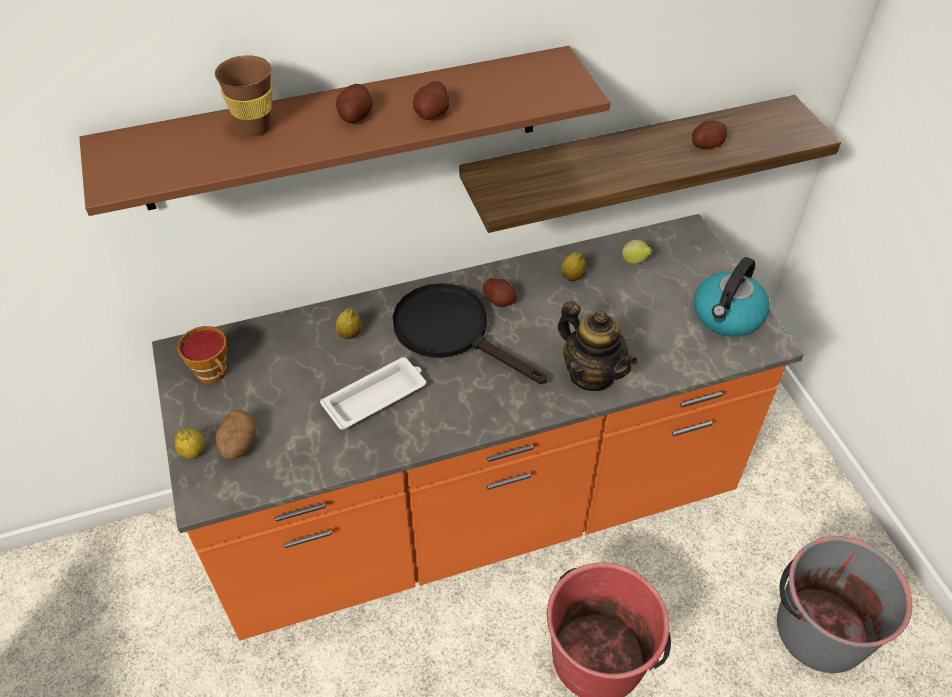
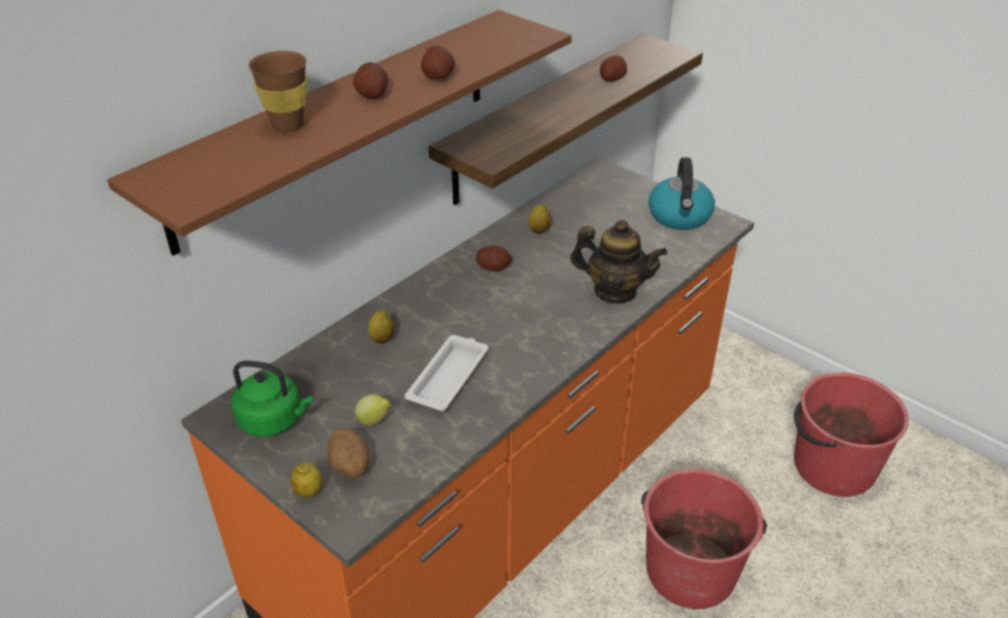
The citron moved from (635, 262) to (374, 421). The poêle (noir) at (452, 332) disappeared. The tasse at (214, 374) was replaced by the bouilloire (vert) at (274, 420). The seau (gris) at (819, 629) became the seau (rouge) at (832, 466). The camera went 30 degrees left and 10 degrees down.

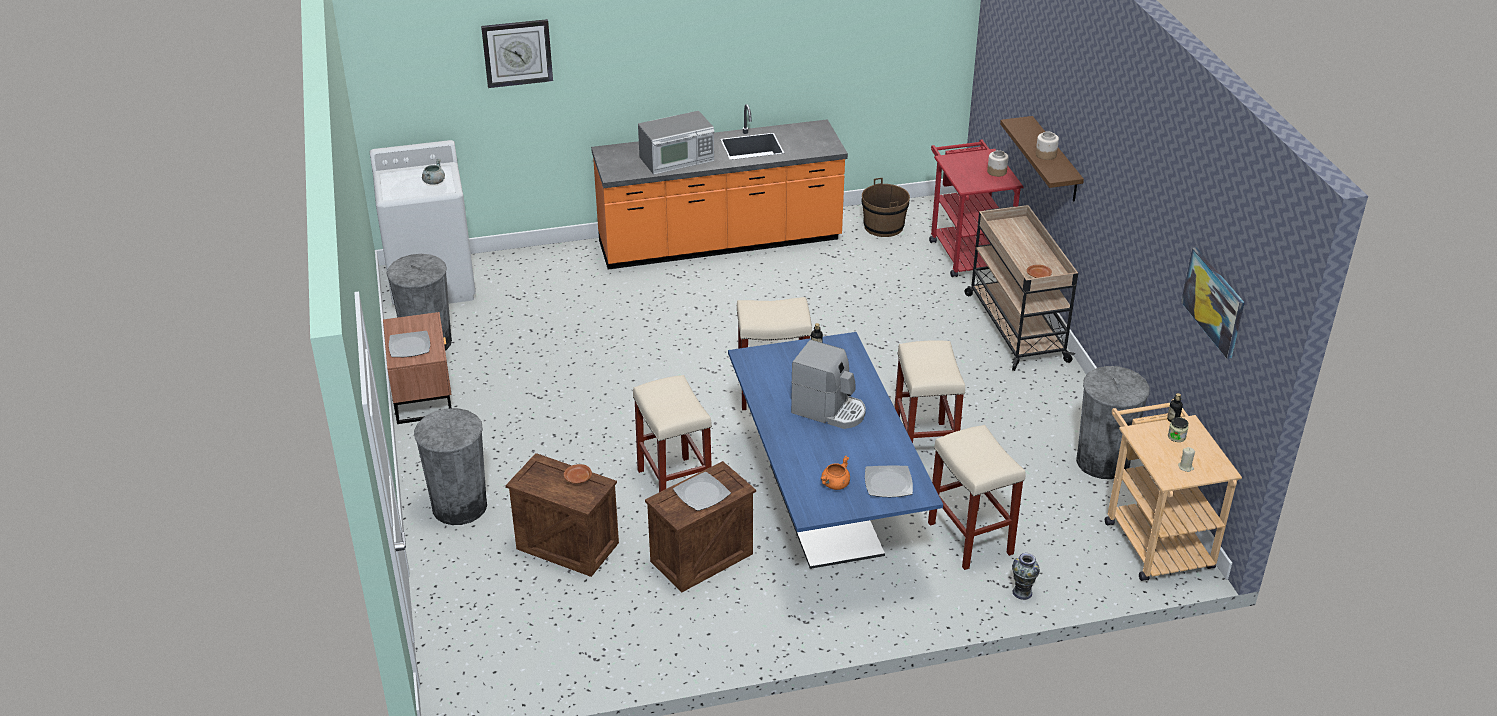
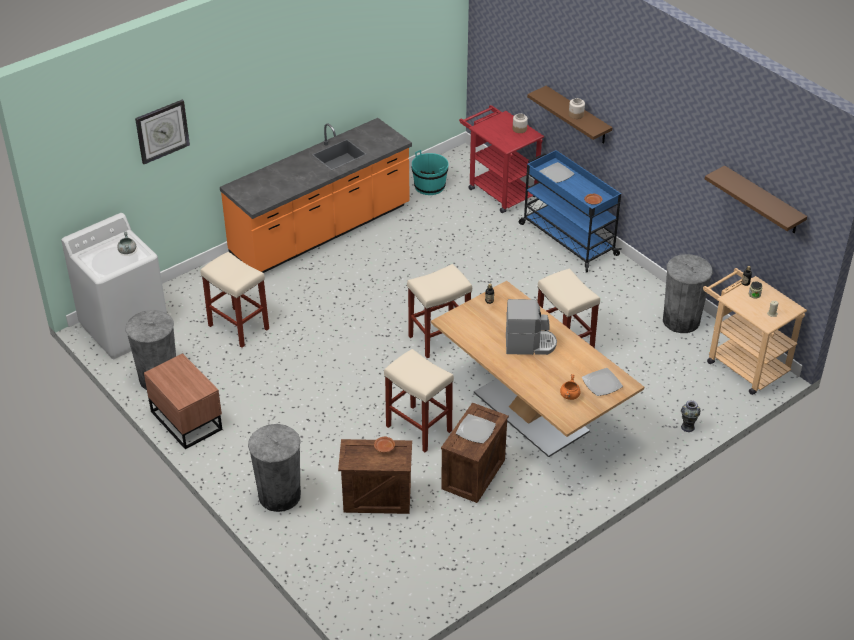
The micro-ondes at (677, 159) disappeared. The seau (marron) at (883, 227) became the seau (turquoise) at (429, 186). The chariot (beige) at (1015, 326) became the chariot (bleu) at (567, 239). The tableau at (1214, 302) was replaced by the étagère (marron) at (763, 201). The assiette moved from (409, 346) to (556, 174). The table à manger (bleu) at (825, 510) became the table à manger (beige) at (530, 412). The tabouret (beige) moved from (971, 539) to (239, 327). The camera went 25 degrees left and 5 degrees up.

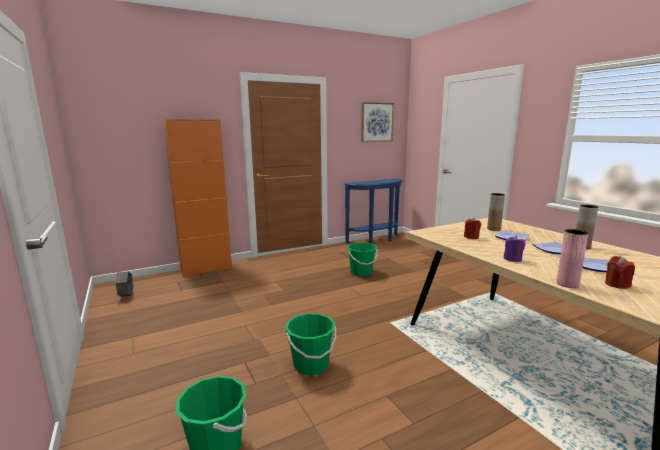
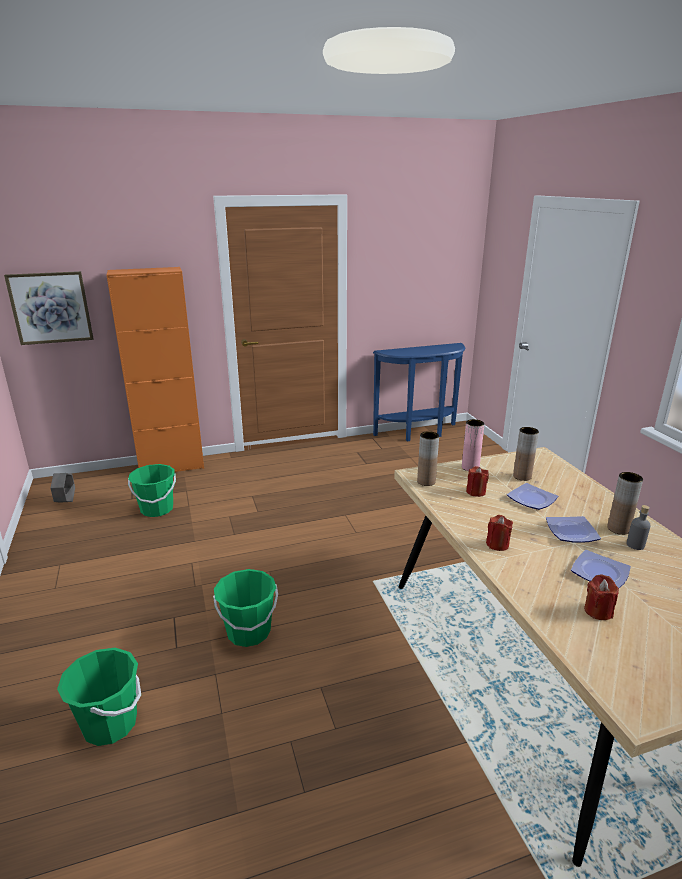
The tableau moved from (377, 122) to (51, 308). The vase (rose) moved from (567, 284) to (470, 467). The bougie (violet) at (512, 259) became the bougie (rouge) at (497, 544). The seau (vert) moved from (361, 272) to (157, 509). The vase (marron) at (426, 481) appeared. The bouteille (gris) at (635, 545) appeared. The camera went 10 degrees right and 10 degrees up.

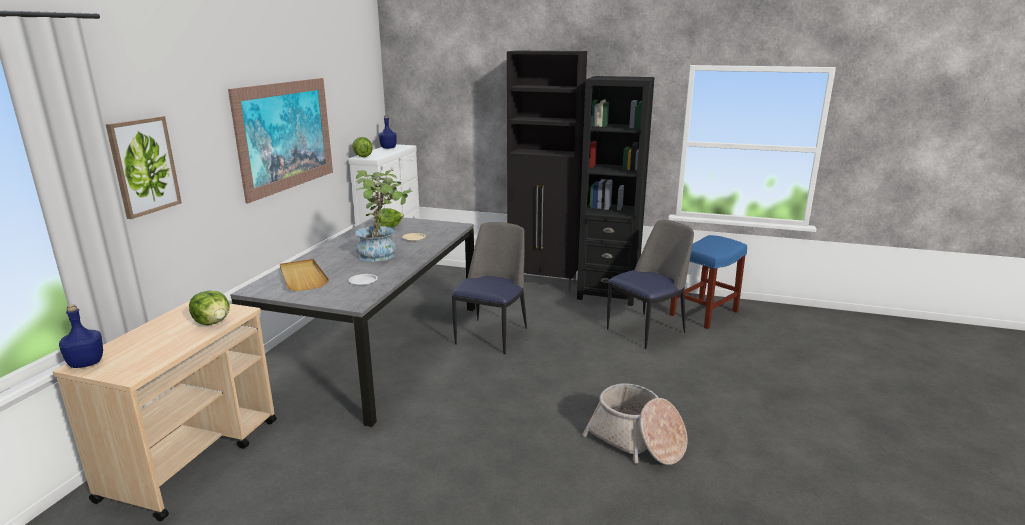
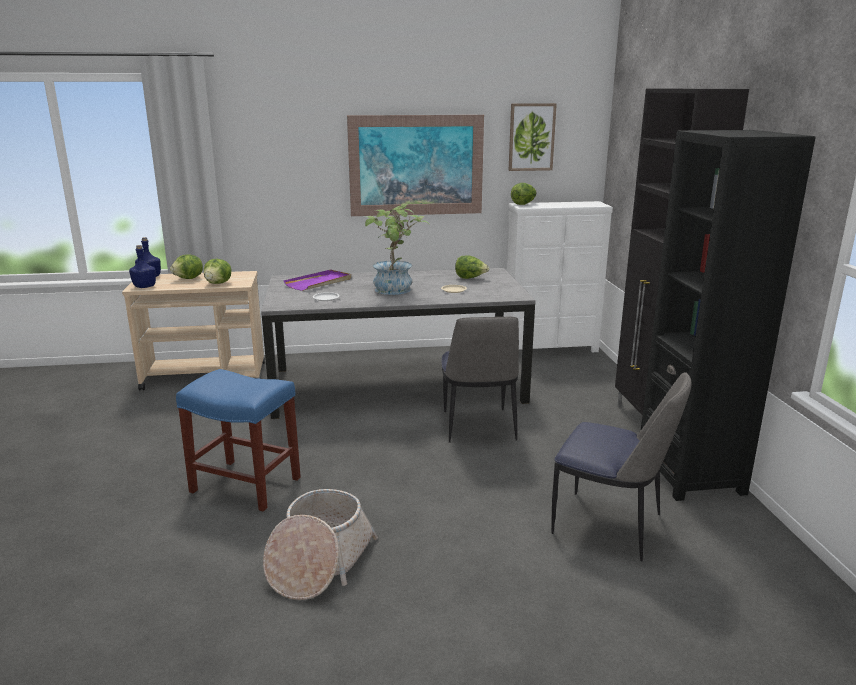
The bouteille (bleu) moved from (388, 148) to (145, 286). The tableau moved from (144, 166) to (531, 137). The chaise at (492, 335) turned 90 degrees clockwise. The tabouret (bleu) moved from (704, 313) to (247, 485). The plateau (beige) at (302, 277) became the plateau (violet) at (319, 282). The laitue at (189, 279) appeared. The camera went 65 degrees right and 0 degrees up.

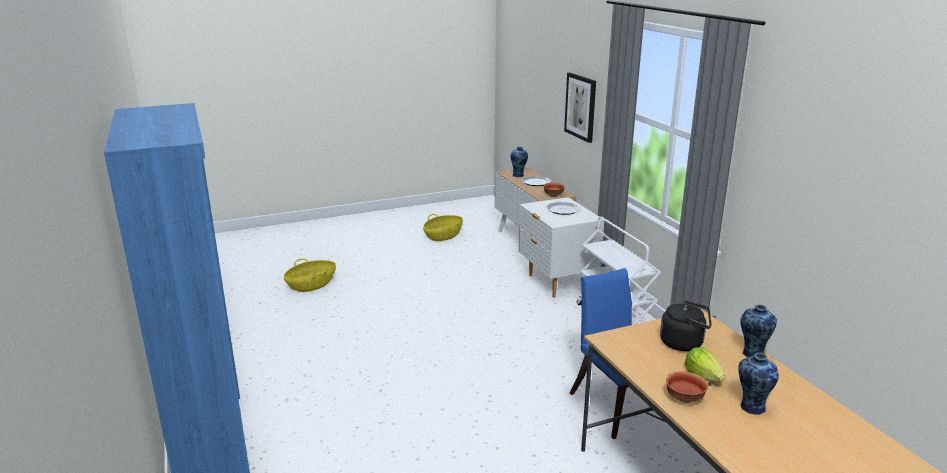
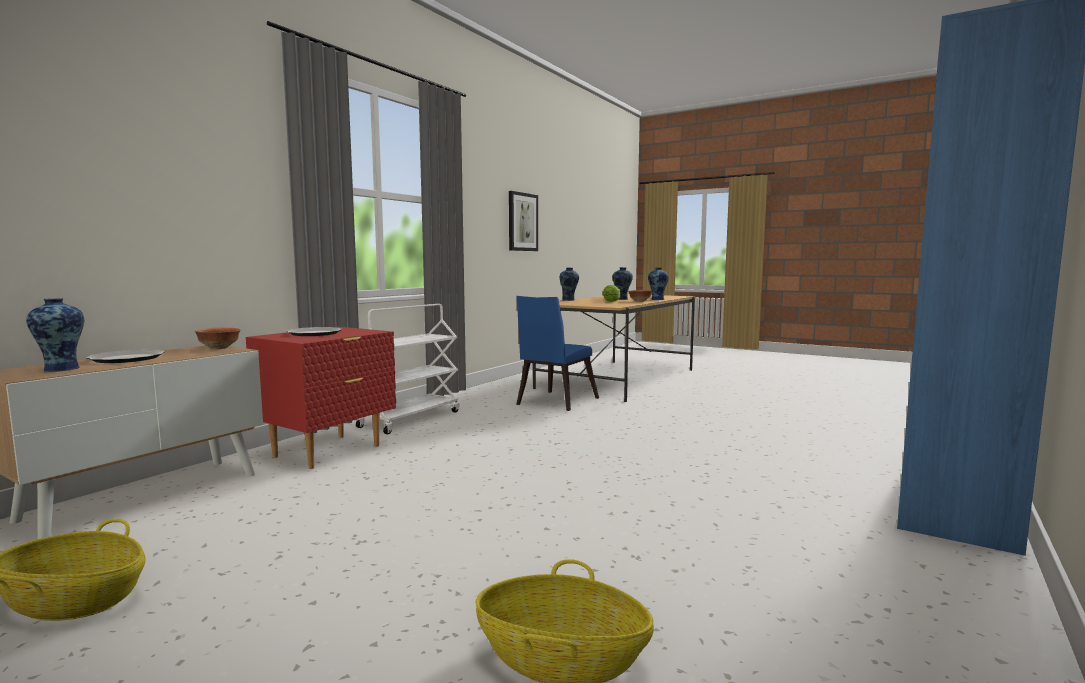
The tableau moved from (581, 107) to (522, 222). The table de chevet (blanc) at (557, 283) became the table de chevet (rouge) at (328, 451). The bouilloire (noir) at (684, 343) disappeared. The vase at (657, 299) appeared. The camera went 125 degrees left and 15 degrees down.

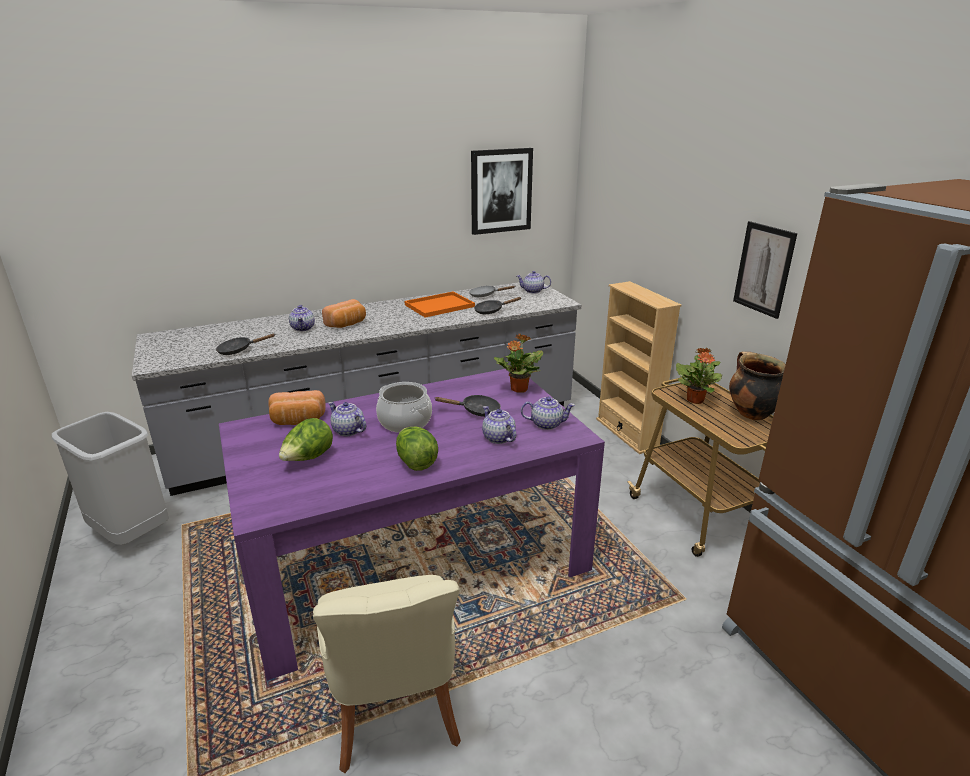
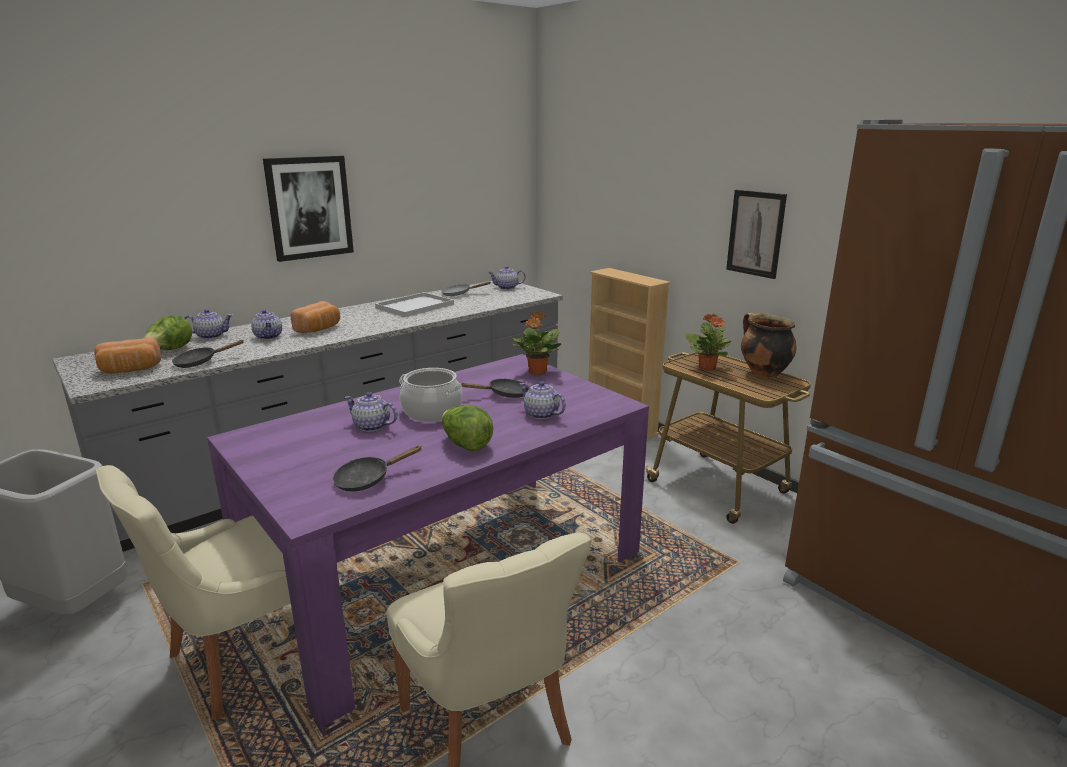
The tableau moved from (501, 191) to (309, 207). The plateau (orange) at (440, 305) became the plateau (blanc) at (415, 305). The poêle (noir) moved from (491, 311) to (367, 479). The pain moved from (298, 421) to (130, 370). The théière moved from (547, 424) to (211, 336). The laitue moved from (308, 459) to (170, 350). The chaise (beige) at (240, 660) appeared. The camera went 15 degrees left and 5 degrees down.

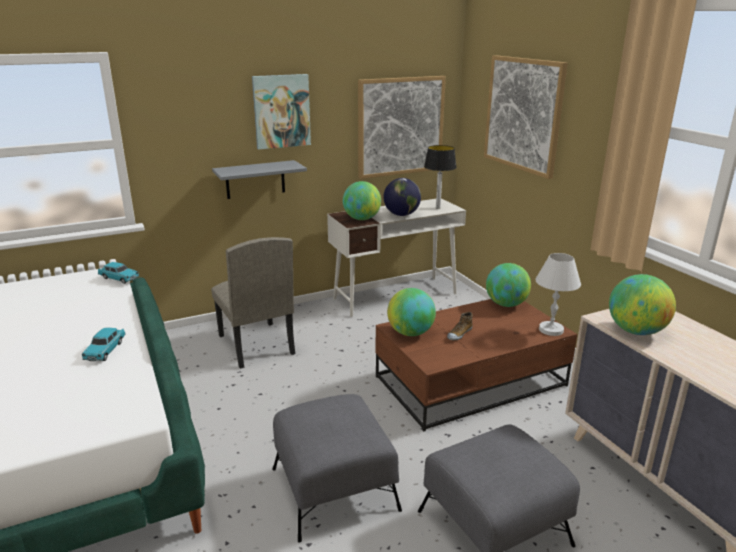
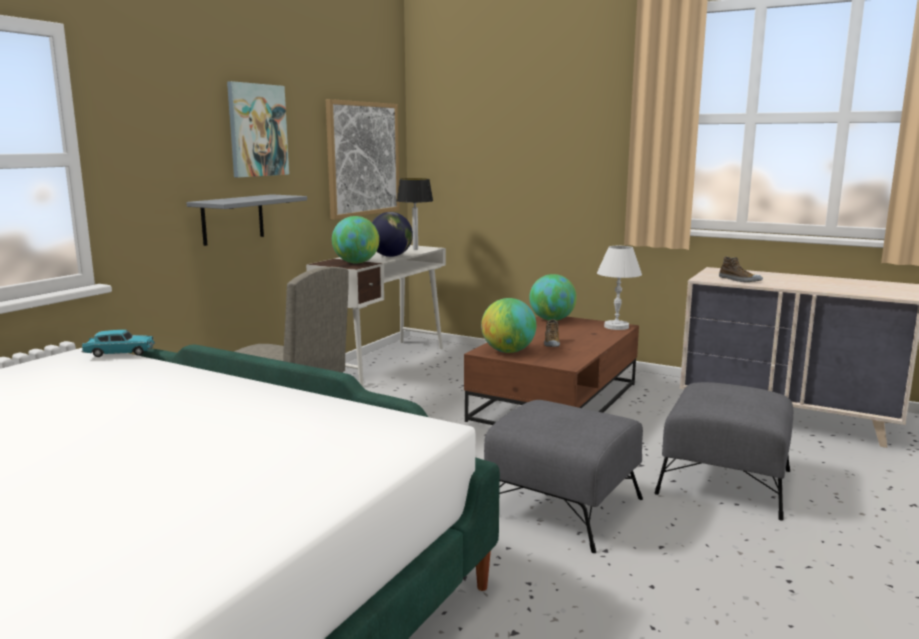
The tableau at (523, 114) disappeared. The globe at (636, 331) was replaced by the chaussure at (739, 280). The petite voiture (turquoise) at (105, 350) disappeared. The camera went 35 degrees left and 10 degrees down.

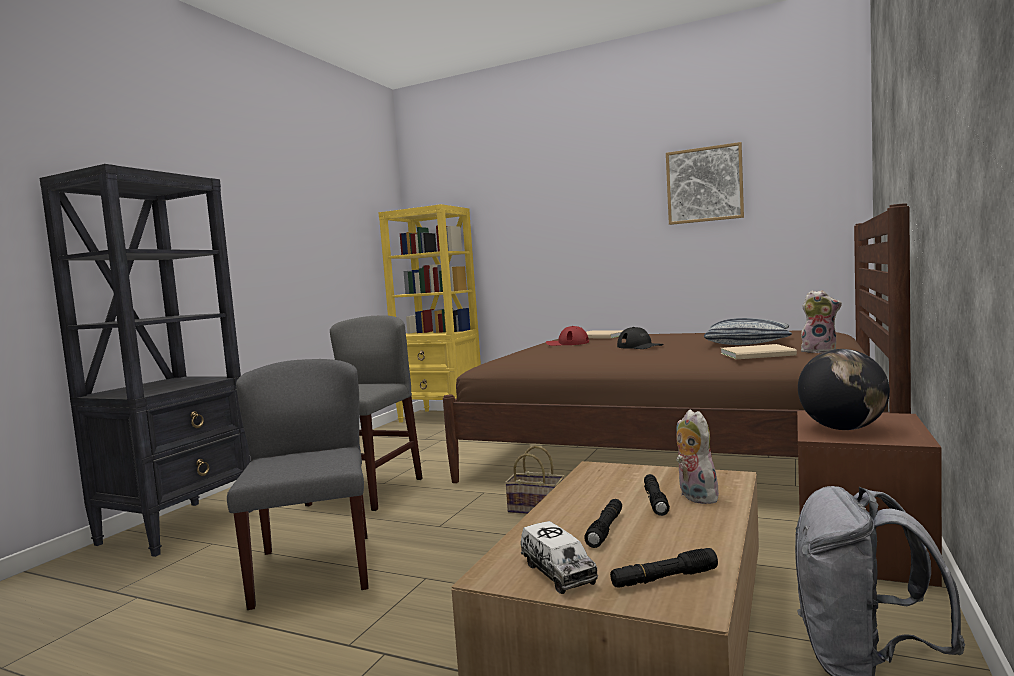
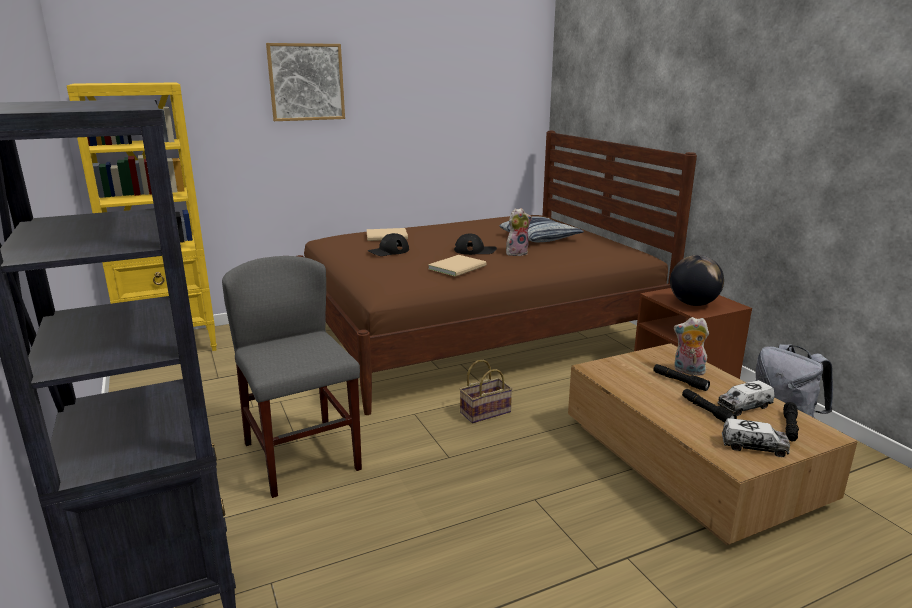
The tableau moved from (704, 184) to (306, 82). The peluche moved from (819, 351) to (517, 253). The casquette (rouge) at (567, 343) became the casquette (noir) at (388, 251). The livre (beige) moved from (759, 354) to (459, 267). The chaise (gris) at (313, 568) disappeared. The camion jouet at (744, 406) appeared. The camera went 50 degrees left and 15 degrees up.

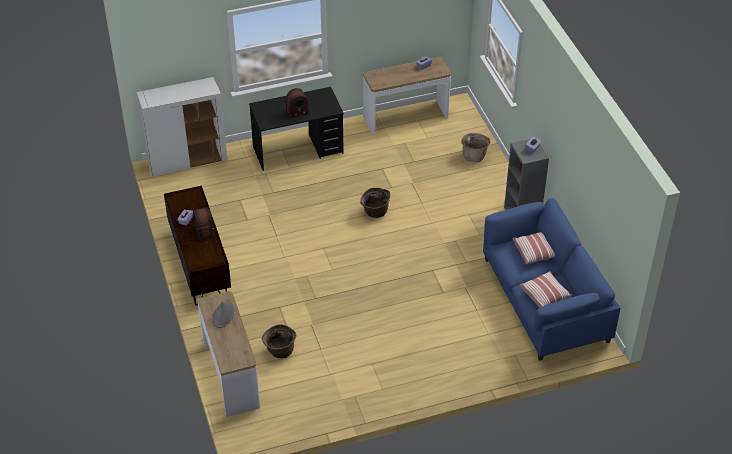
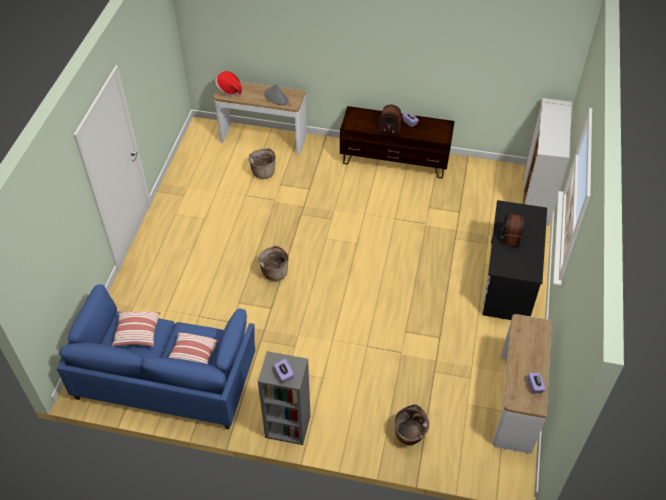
The panier moved from (375, 212) to (274, 272). The chapeau at (229, 90) appeared. The camera went 120 degrees right and 5 degrees up.

